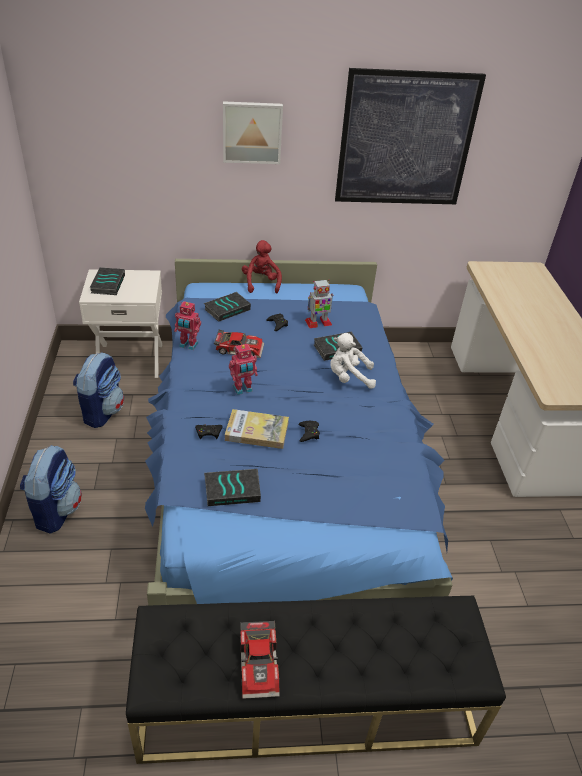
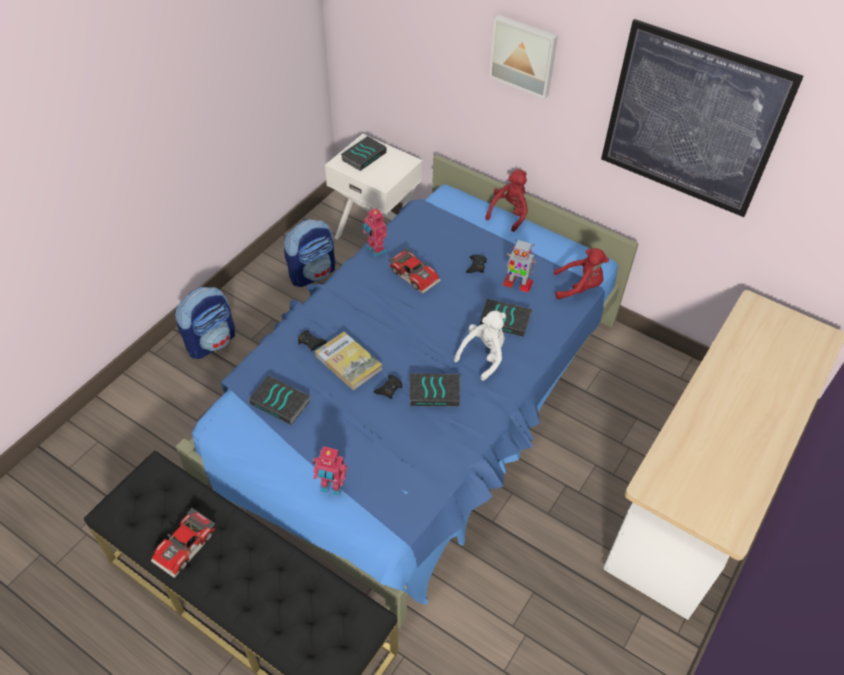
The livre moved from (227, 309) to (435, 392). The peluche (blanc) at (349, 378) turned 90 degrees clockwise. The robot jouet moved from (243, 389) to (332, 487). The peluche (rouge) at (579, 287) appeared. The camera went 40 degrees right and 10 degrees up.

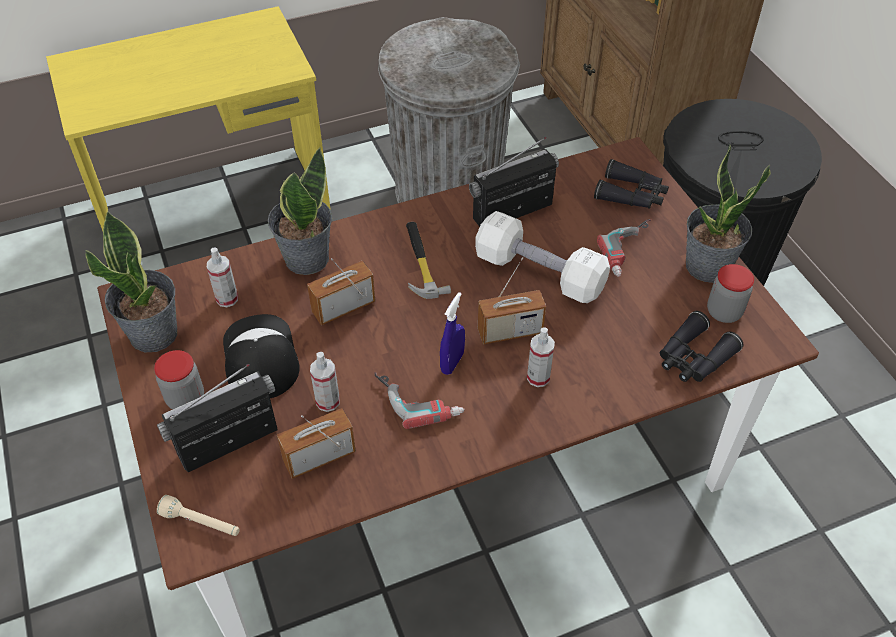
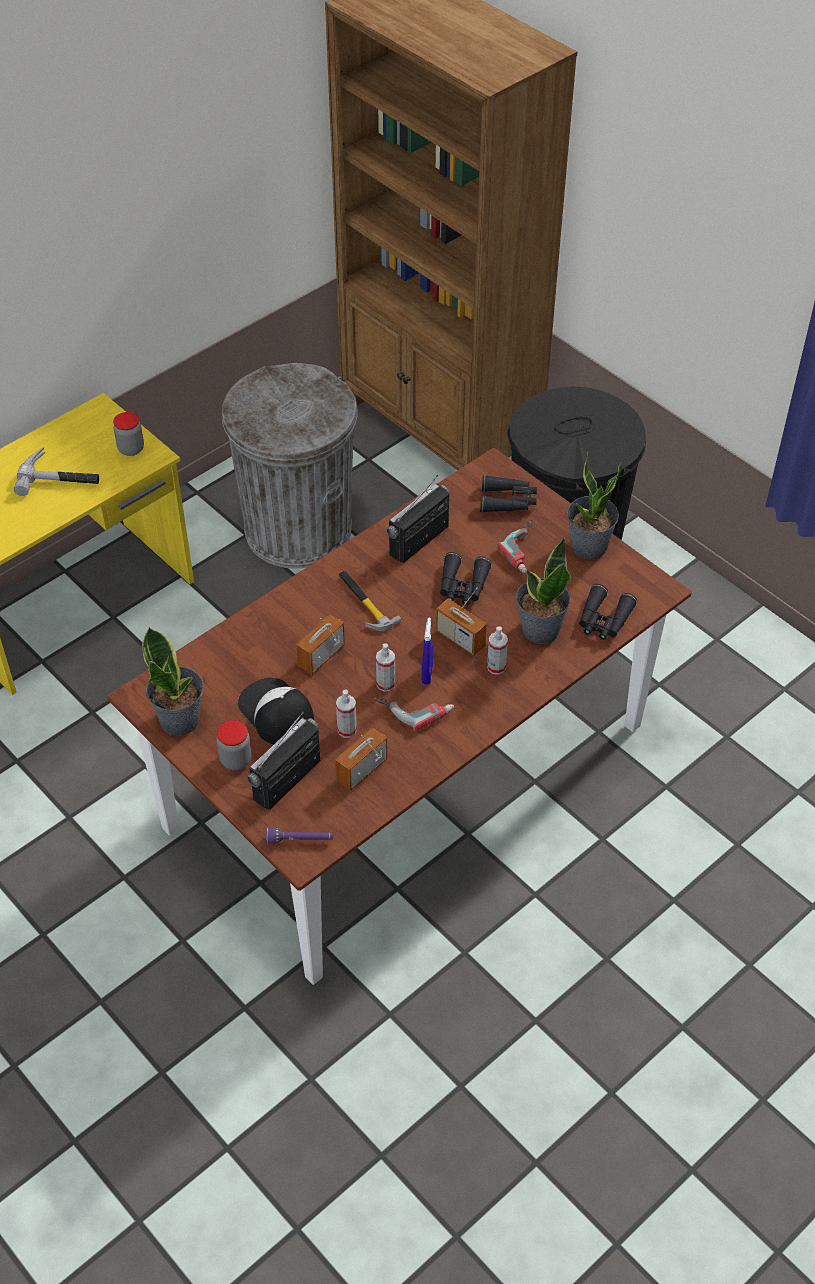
The plante en pot moved from (306, 258) to (540, 629). The haltère (blanc) at (539, 273) was replaced by the jumelles (noir) at (462, 586). The vaporisateur moved from (227, 299) to (385, 684). The radio at (510, 332) turned 75 degrees clockwise. The bocal moved from (724, 312) to (131, 449). The lampe de poche (beige) at (201, 523) became the lampe de poche (violet) at (300, 840). The marteau at (61, 477) appeared. The camera went 20 degrees left and 0 degrees up.

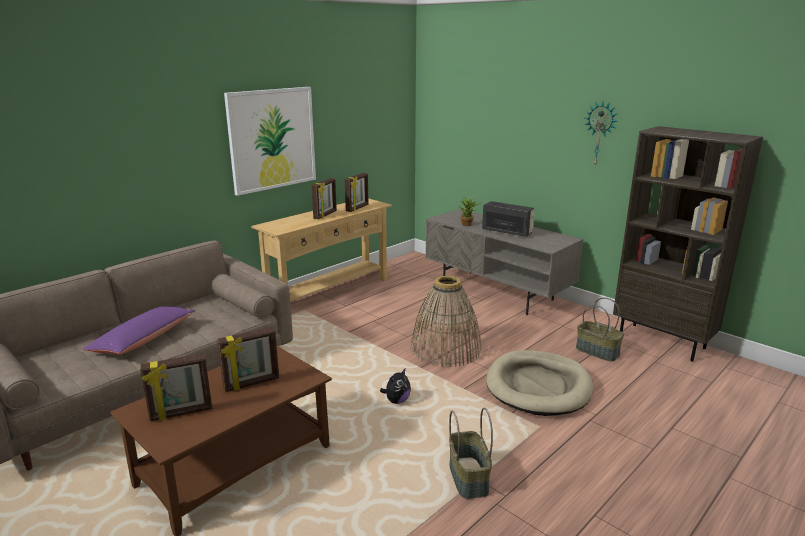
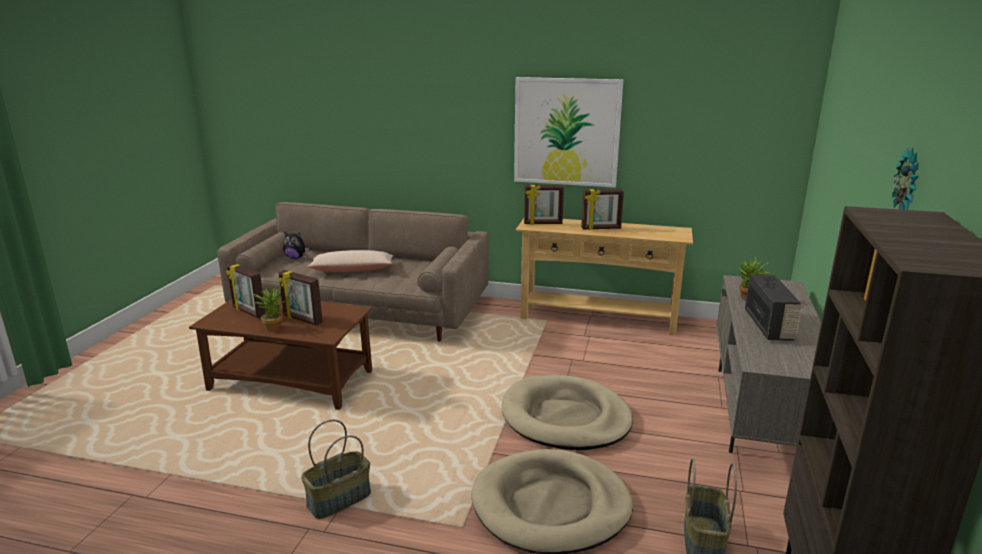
The cadre photo moved from (357, 208) to (543, 223). The panier at (445, 349) was replaced by the panier pour chien (beige) at (565, 418). The coussin (violet) at (143, 339) became the coussin (beige) at (352, 270). The peluche moved from (397, 401) to (295, 258). The plante en pot at (272, 327) appeared. The camera went 60 degrees right and 0 degrees up.

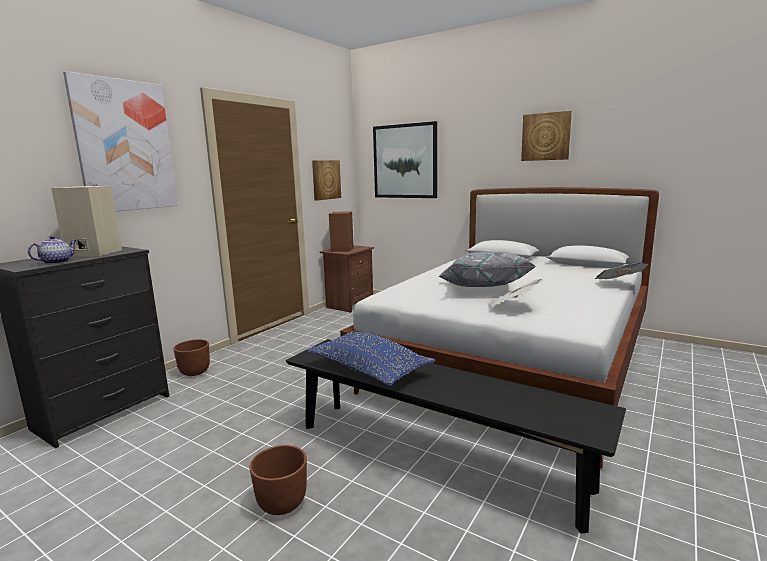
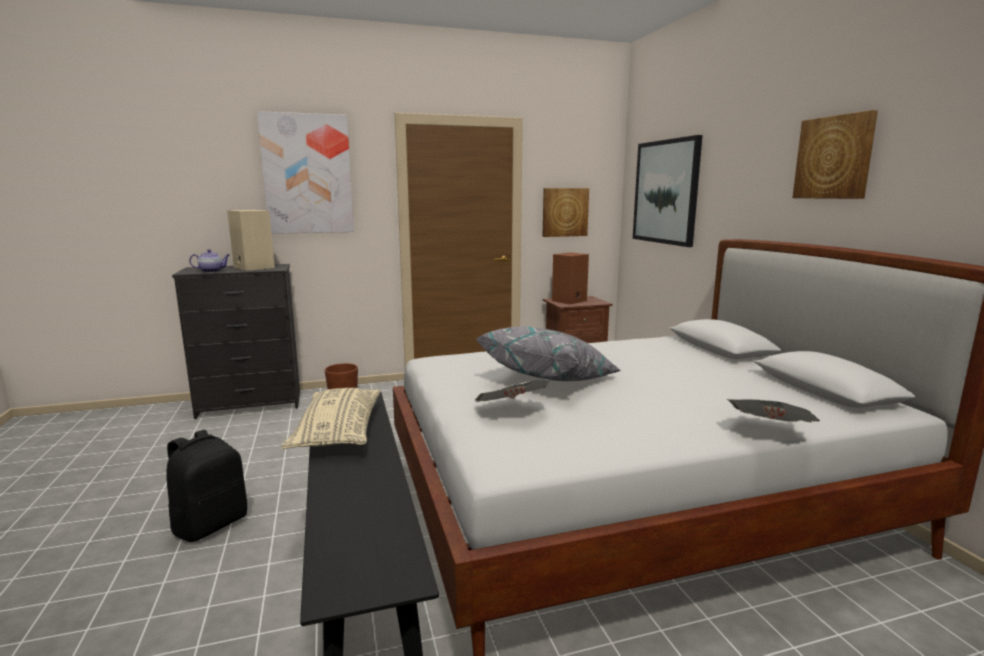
The coussin (bleu) at (369, 370) became the coussin (beige) at (338, 432). The cache-pot (marron) at (281, 503) was replaced by the sac à dos (noir) at (211, 524). The camera went 40 degrees right and 0 degrees up.

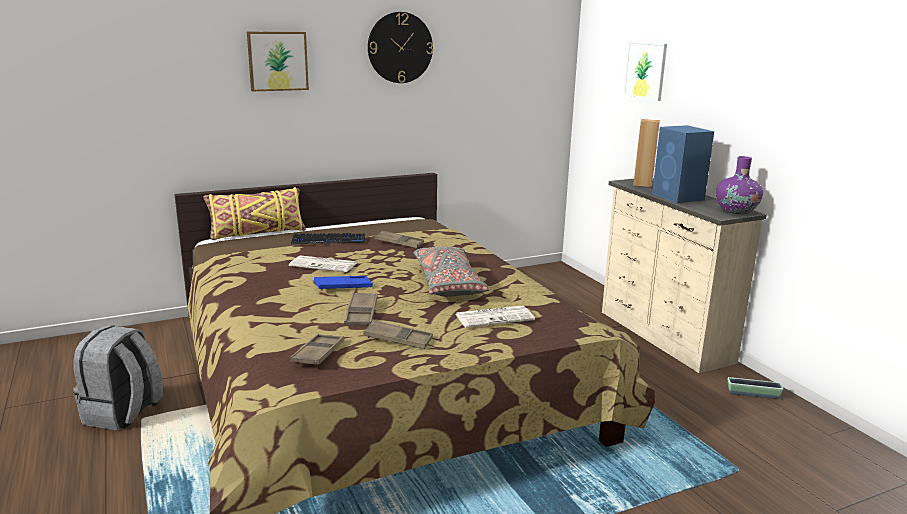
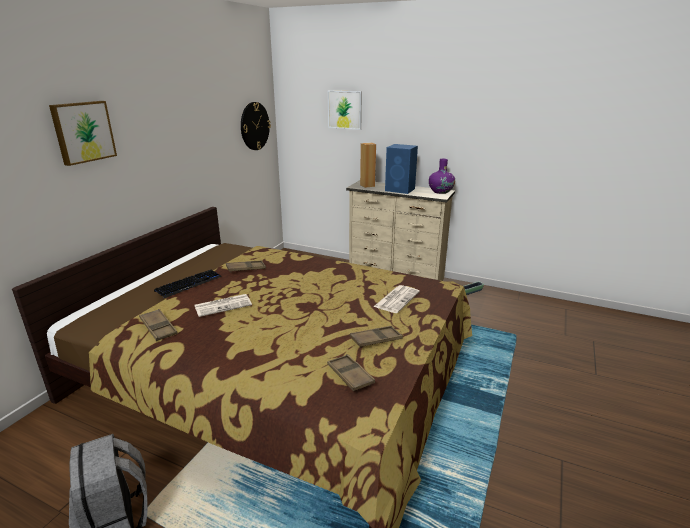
The horloge murale moved from (400, 47) to (254, 126). The coussin (jaune) at (257, 233) disappeared. The coussin (gris) at (448, 283) disappeared. The plateau (bleu) at (343, 286) disappeared. The plateau (marron) moved from (361, 313) to (158, 328). The camera went 40 degrees left and 5 degrees up.

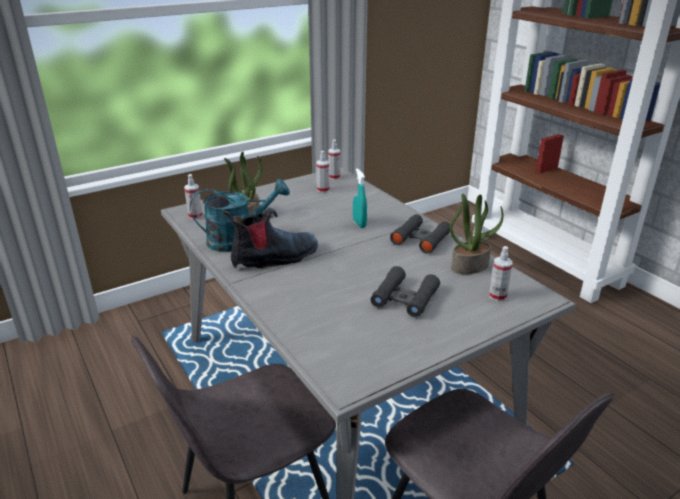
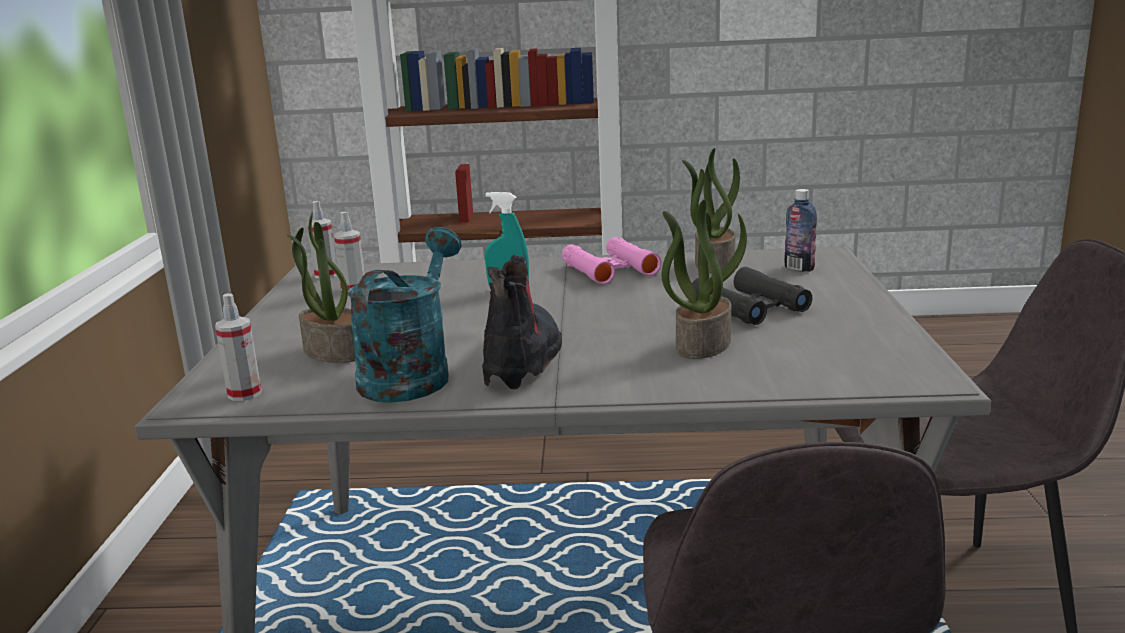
The jumelles (noir) at (421, 239) became the jumelles (rose) at (610, 270). The vaporisateur at (497, 296) was replaced by the bouteille at (799, 268). The plante en pot at (702, 344) appeared. The camera went 55 degrees left and 10 degrees down.

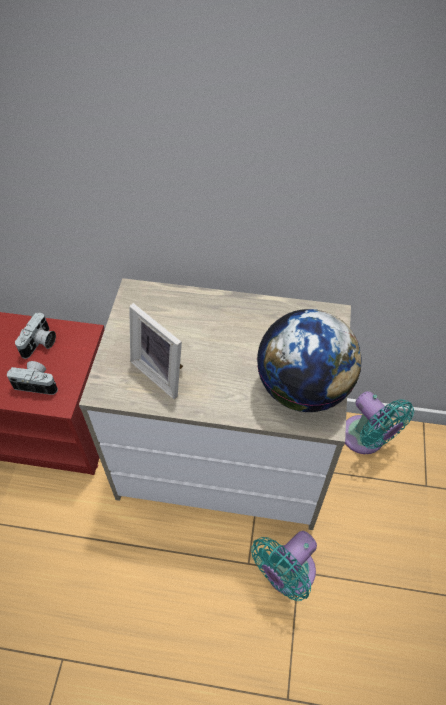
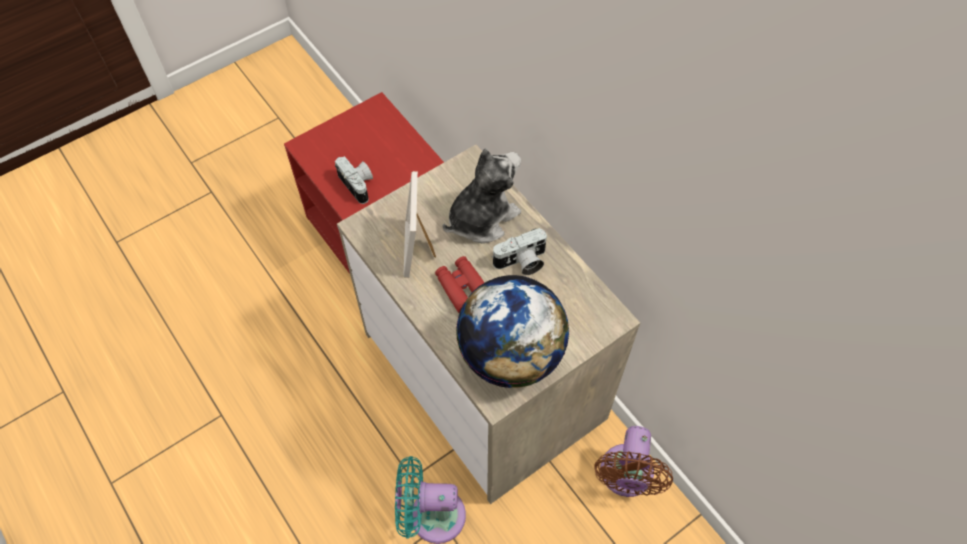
The appareil photo moved from (40, 344) to (522, 263). The ventilateur (turquoise) at (366, 439) became the ventilateur (marron) at (625, 477). The peluche at (482, 218) appeared. The jumelles (rouge) at (462, 288) appeared. The camera went 45 degrees right and 5 degrees up.

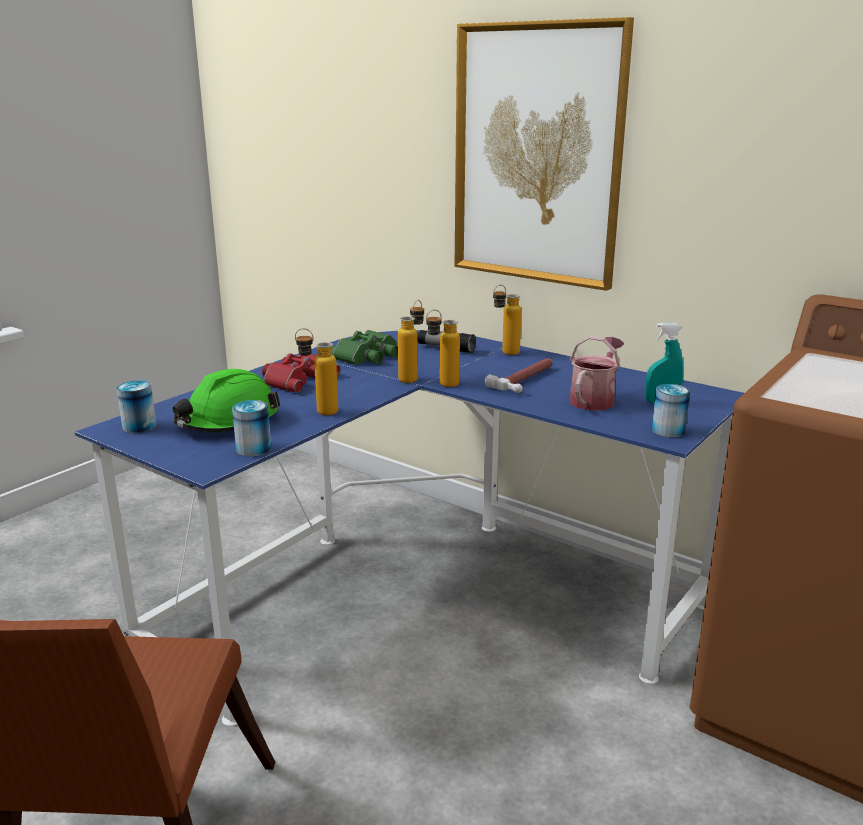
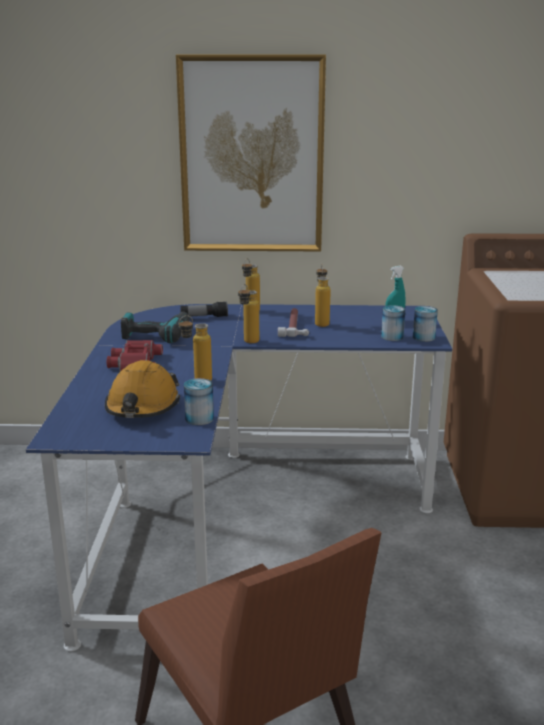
The bouteille moved from (412, 378) to (321, 322). The jumelles (vert) at (368, 356) was replaced by the perceuse at (157, 335). The arrosoir at (594, 399) disappeared. The casque de chantier (vert) at (228, 422) became the casque de chantier (orange) at (142, 406). The boîte métallique moved from (139, 426) to (392, 337). The camera went 35 degrees left and 0 degrees up.

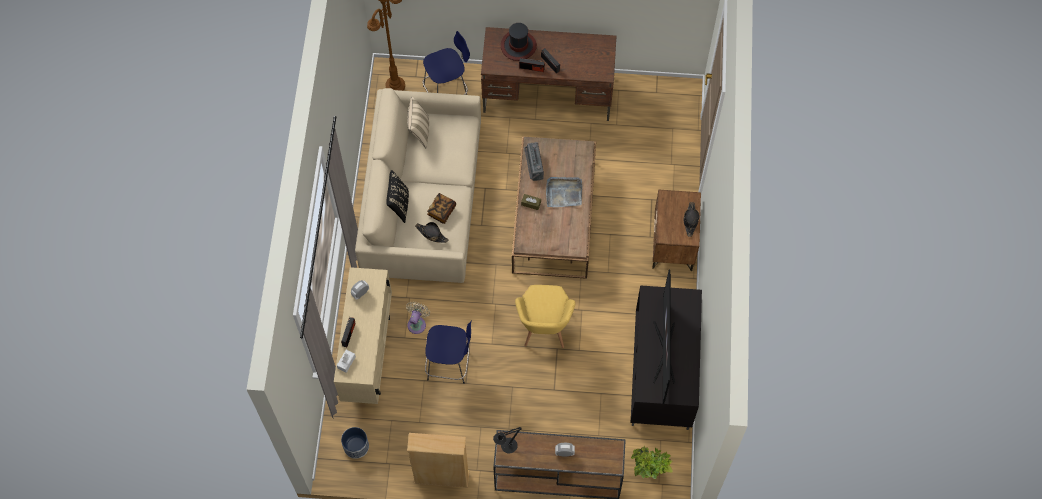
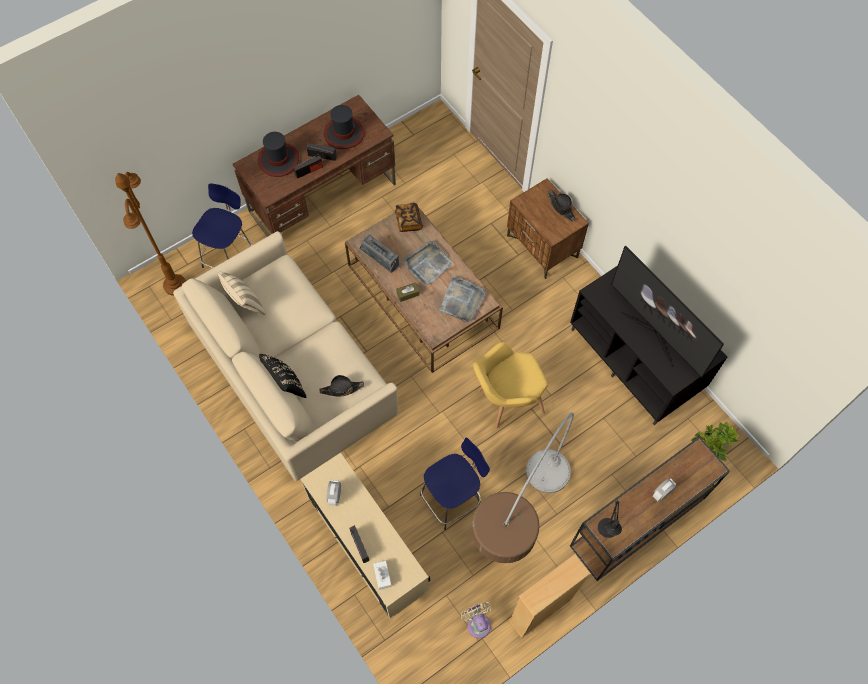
The livre moved from (441, 211) to (408, 221). The fauteuil (jaune) at (544, 330) turned 105 degrees clockwise. The ventilateur (beige) moved from (417, 323) to (478, 623). The cache-pot at (356, 446) disappeared. The chapeau at (343, 133) appeared. The plateau (gris) at (462, 301) appeared. The lampadaire at (518, 523) appeared. The camera went 40 degrees left and 0 degrees up.

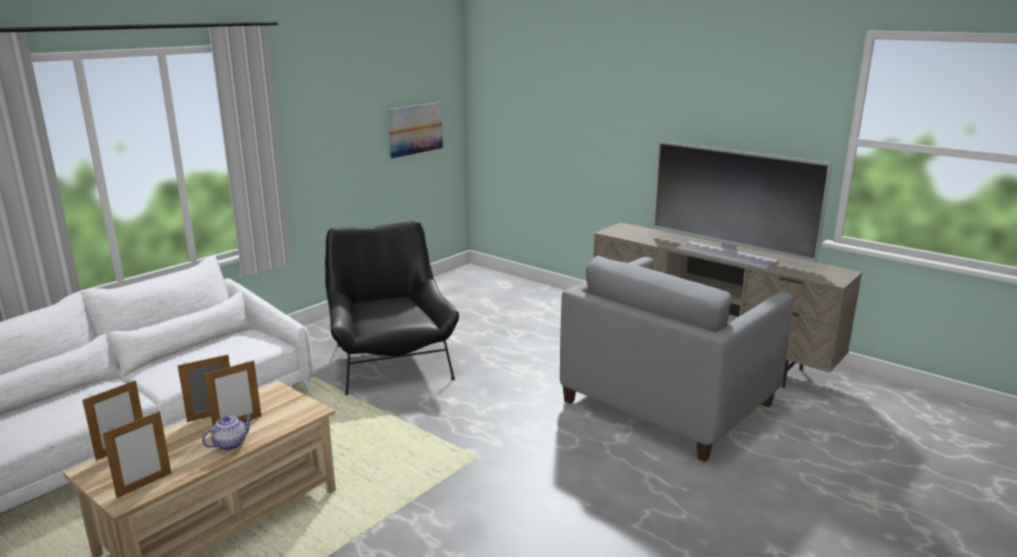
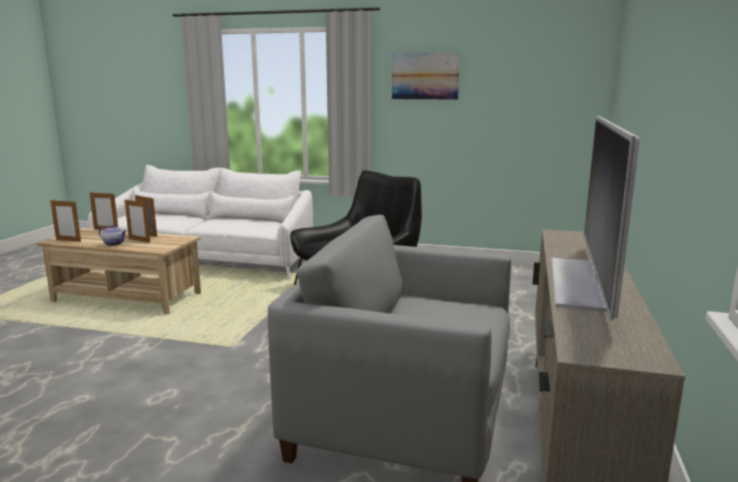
The tableau moved from (415, 129) to (425, 76). The camera went 65 degrees right and 5 degrees down.

